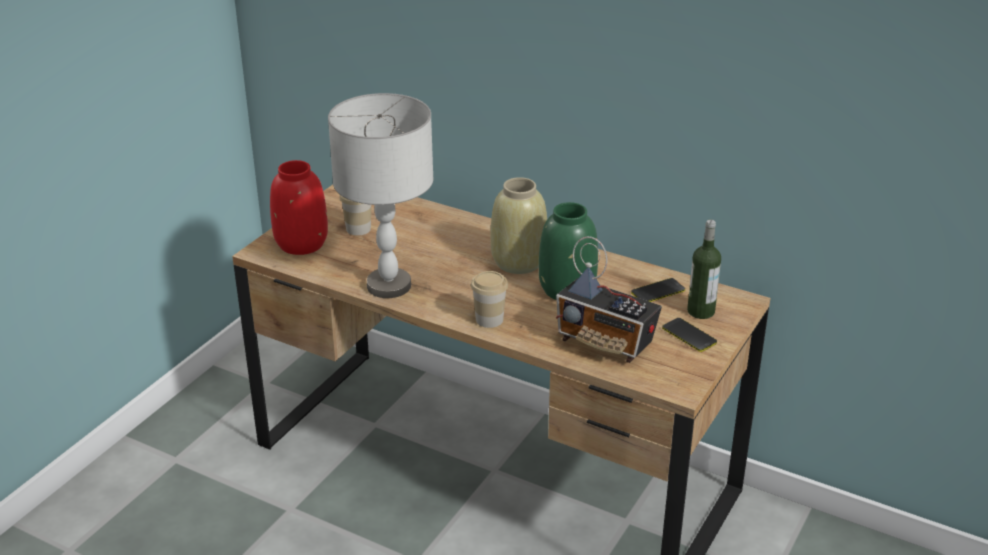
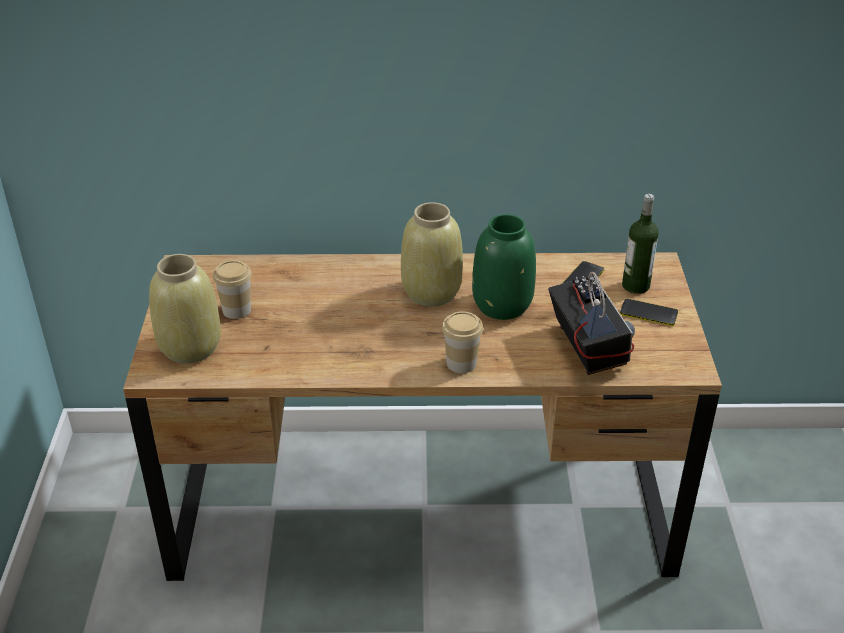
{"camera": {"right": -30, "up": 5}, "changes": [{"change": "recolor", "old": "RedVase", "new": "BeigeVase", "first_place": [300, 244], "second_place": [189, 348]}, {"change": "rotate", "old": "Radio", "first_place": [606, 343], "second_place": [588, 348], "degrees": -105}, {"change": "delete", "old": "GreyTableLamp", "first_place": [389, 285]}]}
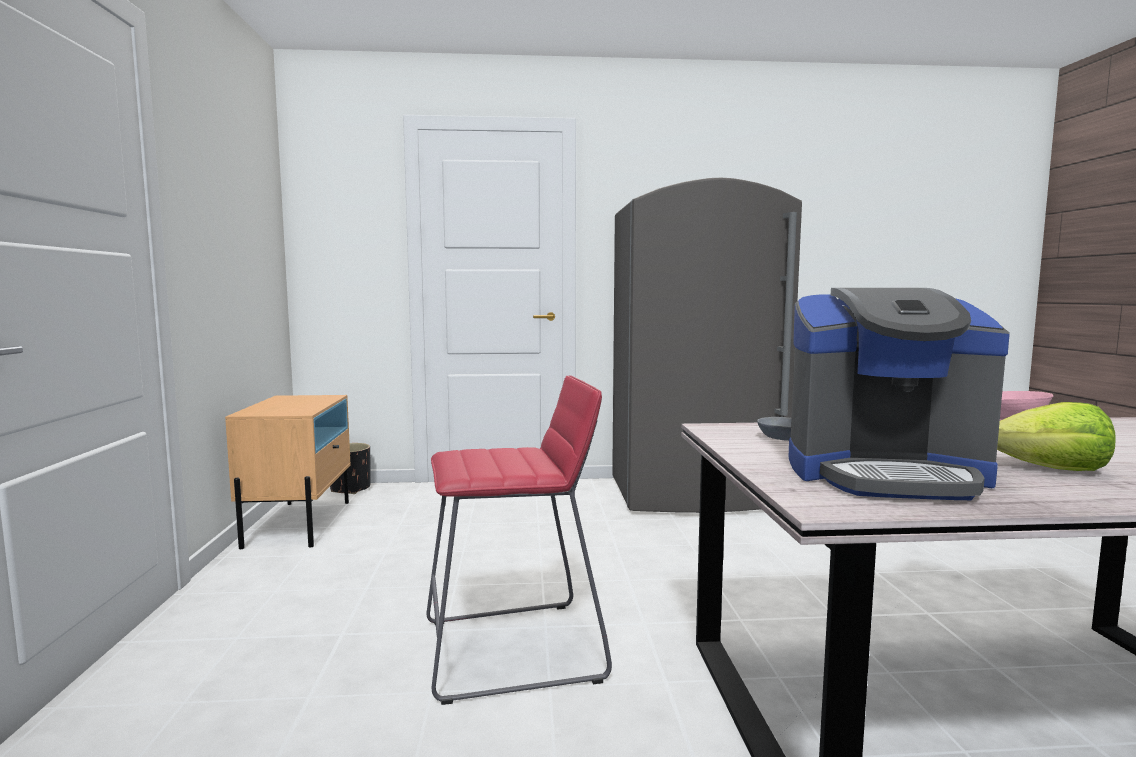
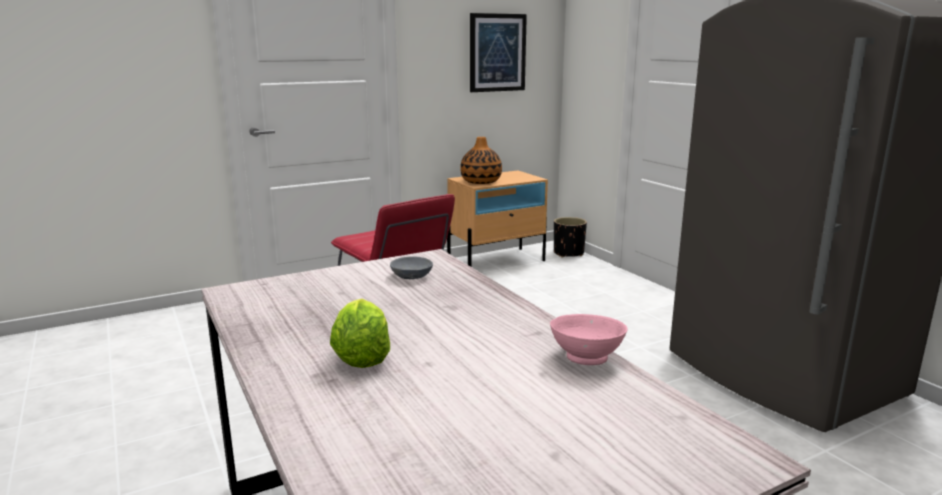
{"camera": {"right": 65, "up": 10}, "changes": [{"change": "insert", "new": "Vase", "second_place": [481, 182]}, {"change": "insert", "new": "Picture", "second_place": [497, 53]}, {"change": "delete", "old": "CoffeeMachine", "first_place": [884, 474]}]}
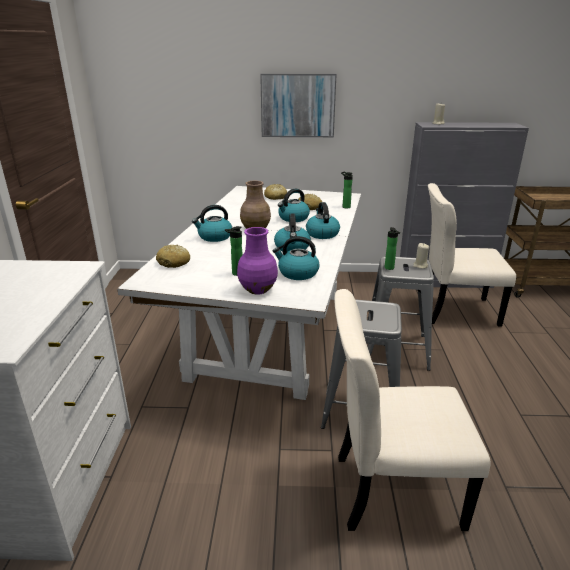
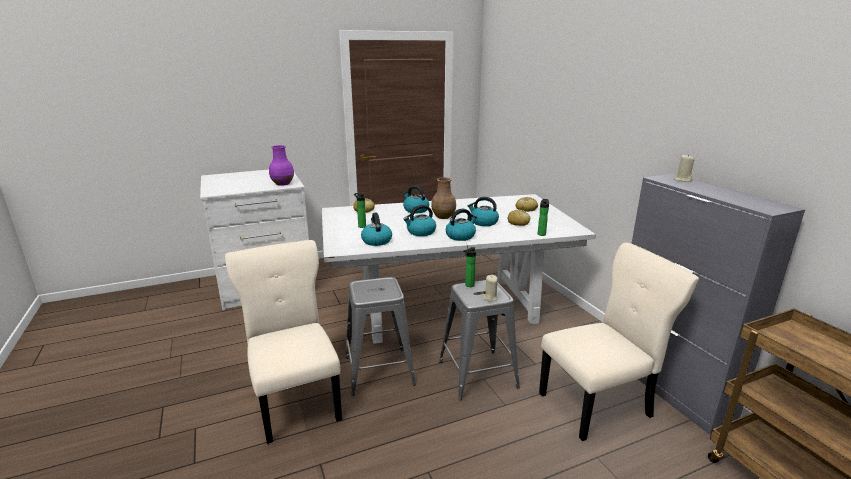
{"camera": {"right": 65, "up": -5}, "changes": [{"change": "move", "old": "PurpleVase", "first_place": [257, 289], "second_place": [283, 183]}, {"change": "rotate", "old": "BeigeChair", "first_place": [454, 311], "second_place": [598, 404], "degrees": 90}, {"change": "delete", "old": "Picture", "first_place": [298, 105]}]}
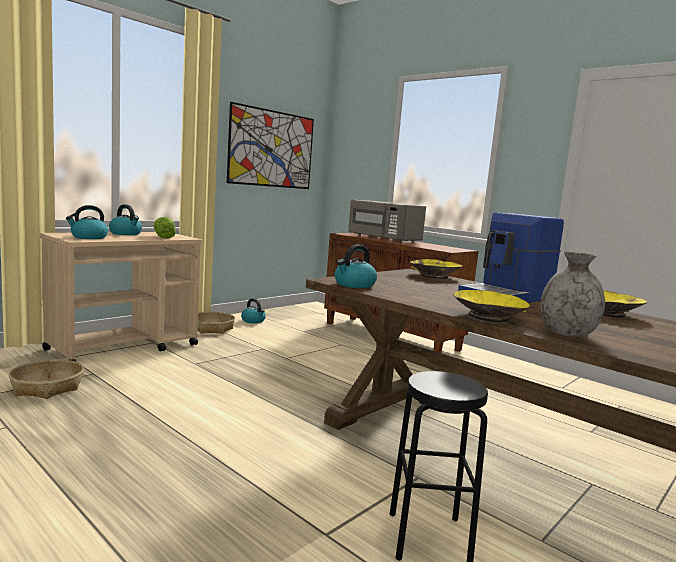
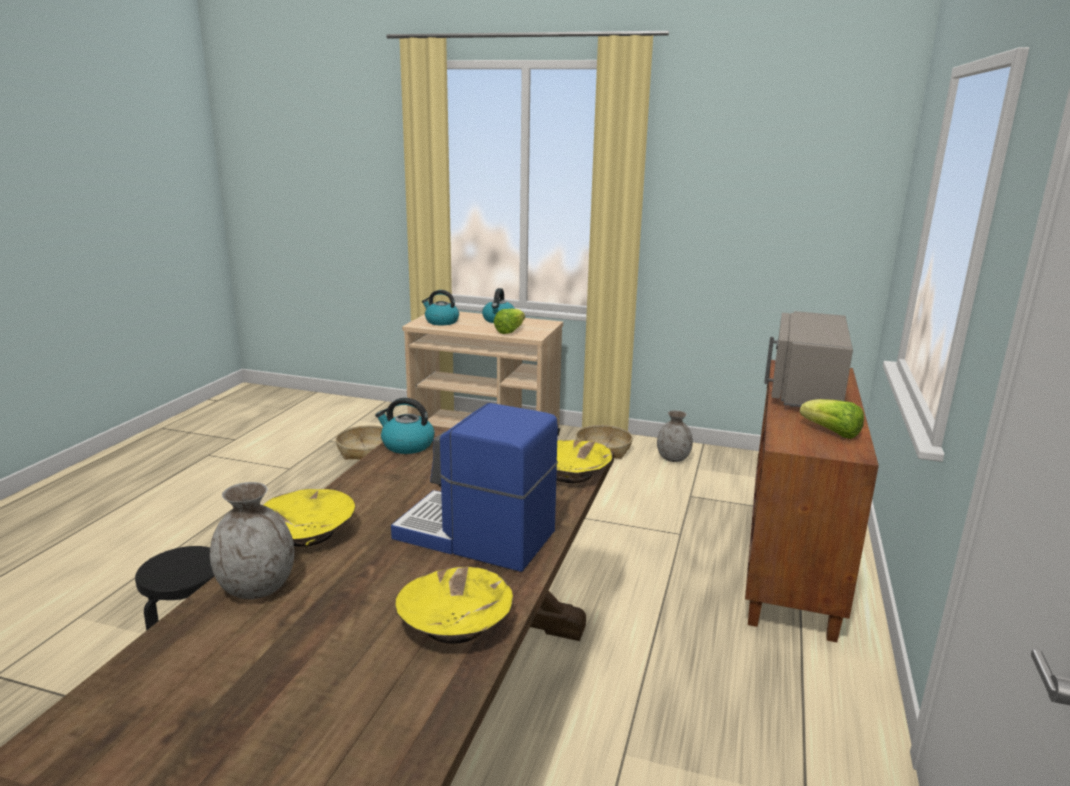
{"camera": {"right": 65, "up": 10}, "changes": [{"change": "replace", "old": "Kettle", "new": "GreyVase", "first_place": [253, 321], "second_place": [673, 458]}, {"change": "insert", "new": "Lettuce", "second_place": [831, 432]}, {"change": "delete", "old": "Picture", "first_place": [272, 149]}]}
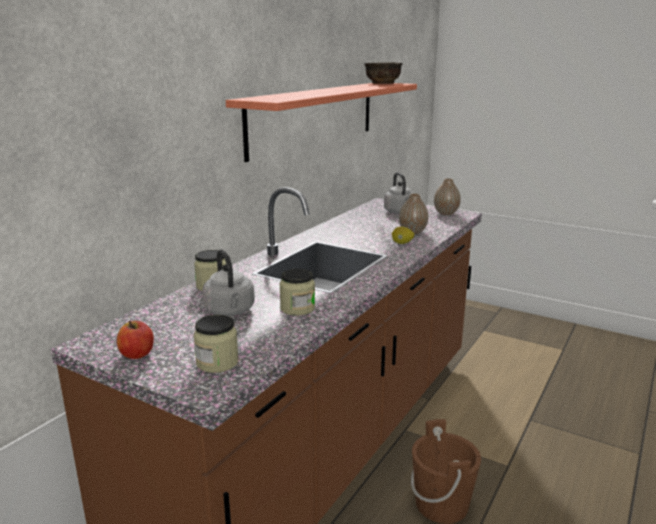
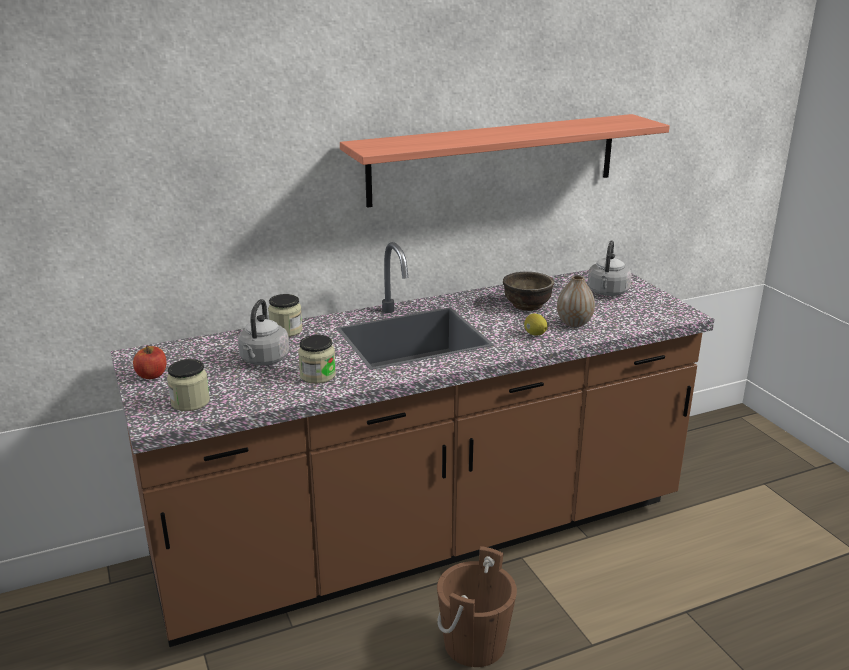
{"camera": {"right": 35, "up": 5}, "changes": [{"change": "move", "old": "BrownBowl", "first_place": [383, 83], "second_place": [527, 305]}, {"change": "delete", "old": "Vase", "first_place": [446, 213]}]}
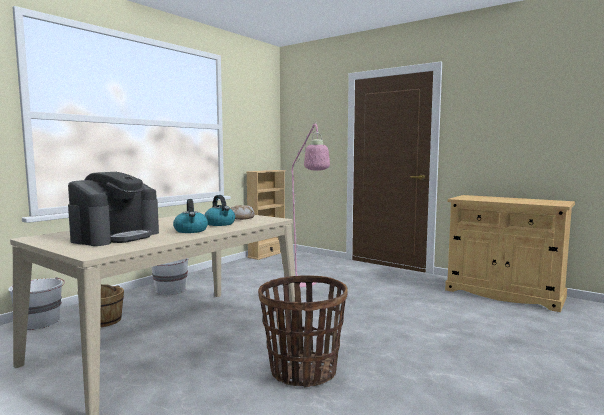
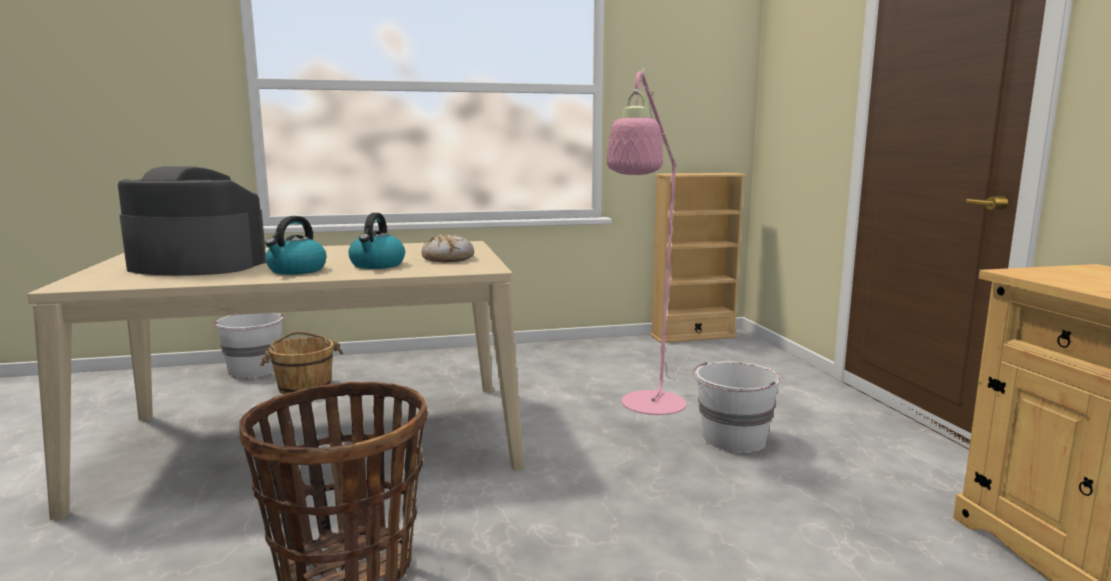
{"camera": {"right": 40, "up": 5}, "changes": [{"change": "rotate", "old": "CoffeeMachine", "first_place": [116, 237], "second_place": [196, 266], "degrees": -150}, {"change": "move", "old": "WhiteBucket", "first_place": [170, 290], "second_place": [733, 440]}]}
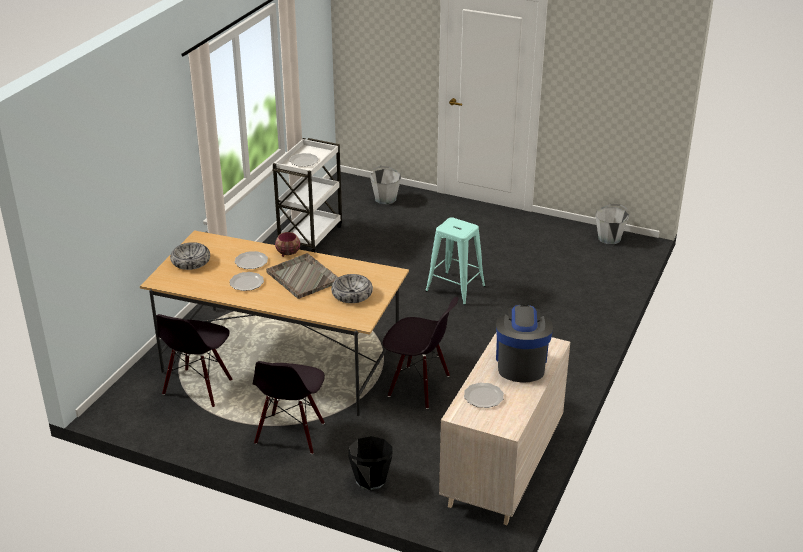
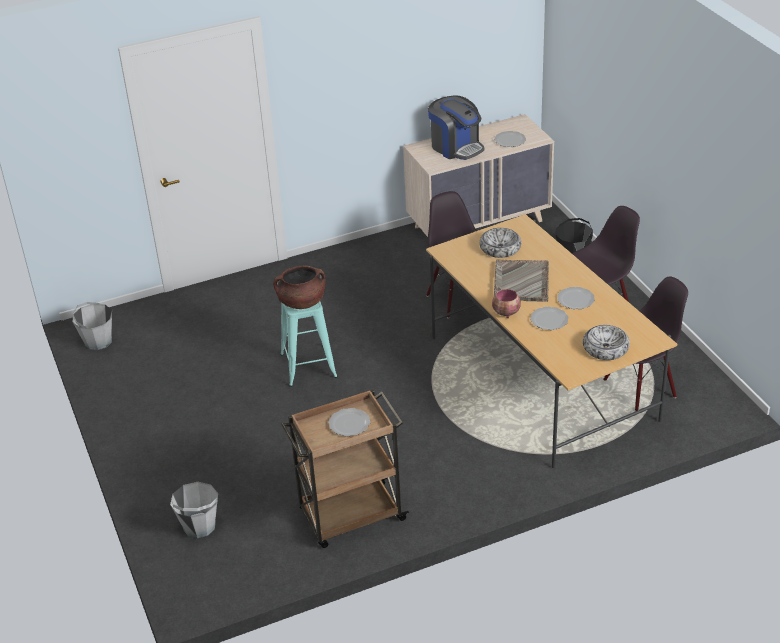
{"camera": {"right": -135, "up": 5}, "changes": [{"change": "insert", "new": "BrownCookingPot", "second_place": [302, 302]}, {"change": "recolor", "old": "WhiteCart", "new": "BrownCart", "first_place": [310, 235], "second_place": [350, 516]}, {"change": "rotate", "old": "CoffeeMachine", "first_place": [521, 363], "second_place": [456, 147], "degrees": -90}]}
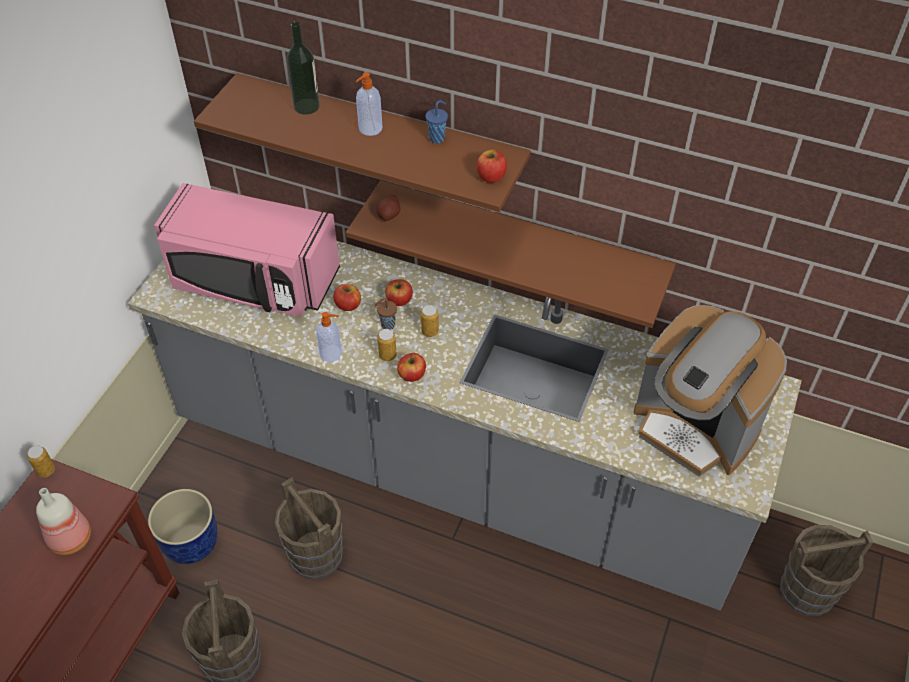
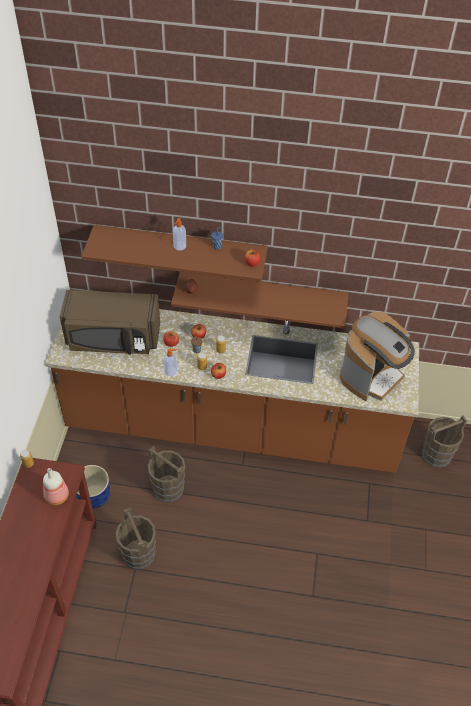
{"camera": {"right": -15, "up": 0}, "changes": [{"change": "recolor", "old": "GreyCounter", "new": "BrownCounter", "first_place": [454, 471], "second_place": [232, 428]}, {"change": "recolor", "old": "PinkMicrowave", "new": "BrownMicrowave", "first_place": [253, 281], "second_place": [113, 339]}, {"change": "rotate", "old": "CoffeeMachine", "first_place": [695, 427], "second_place": [372, 376], "degrees": -75}, {"change": "delete", "old": "Bottle", "first_place": [306, 106]}]}
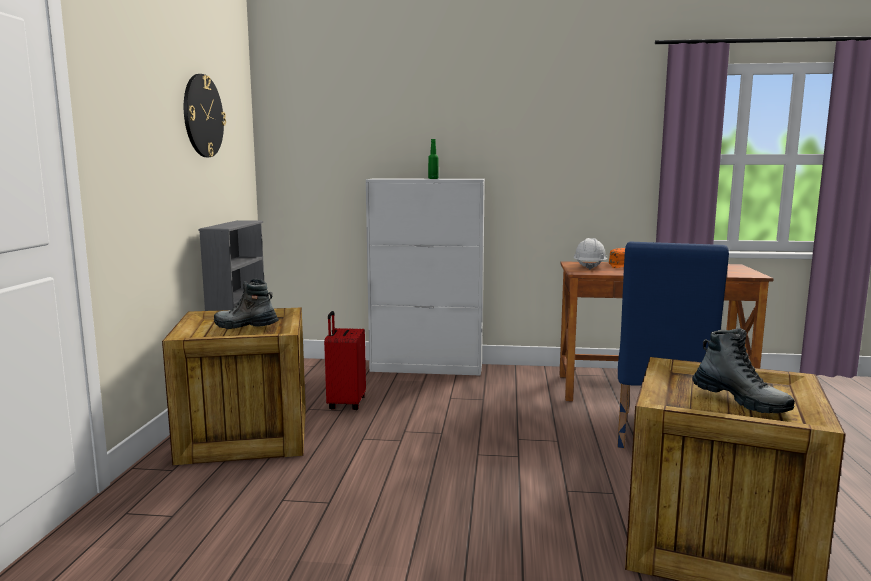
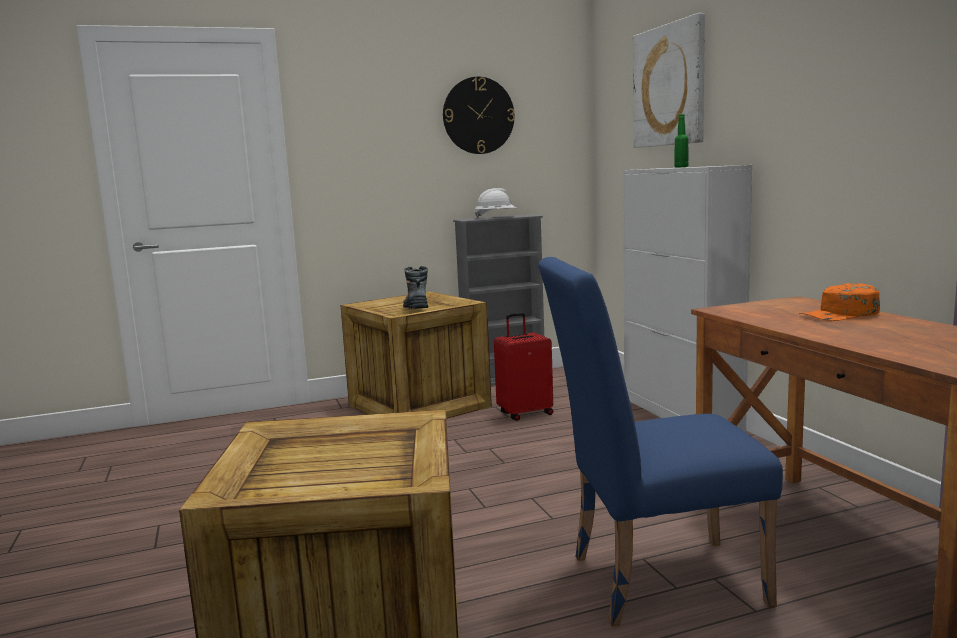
{"camera": {"right": 65, "up": 0}, "changes": [{"change": "move", "old": "WhiteHardHat", "first_place": [589, 267], "second_place": [496, 217]}, {"change": "insert", "new": "Picture", "second_place": [669, 86]}, {"change": "delete", "old": "Boot", "first_place": [740, 400]}]}
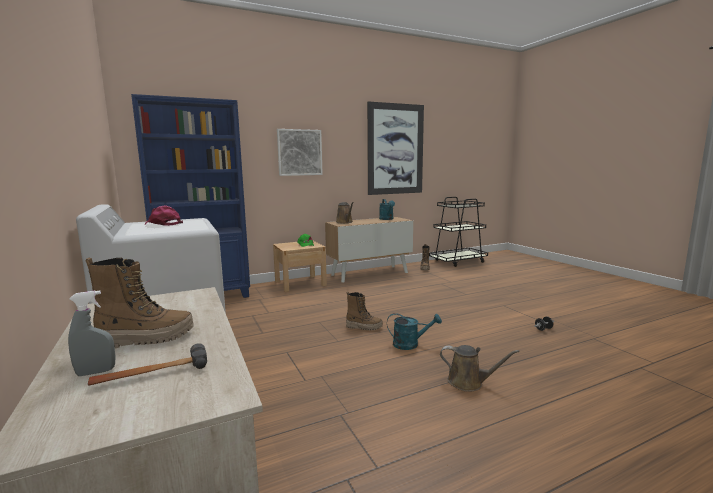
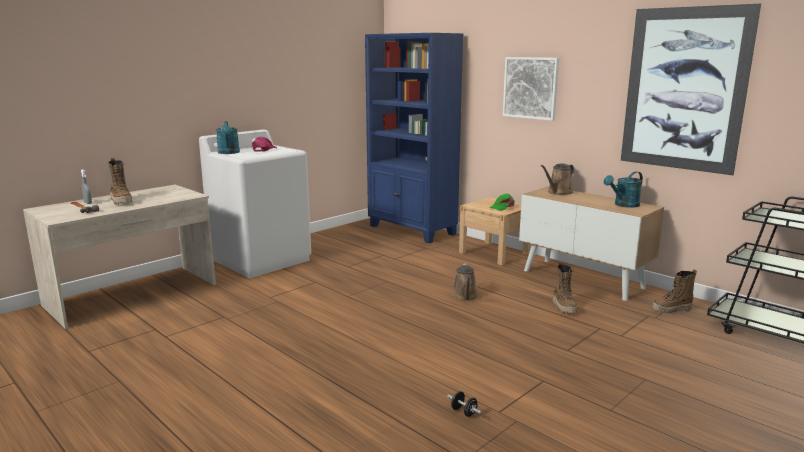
{"camera": {"right": 70, "up": 5}, "changes": [{"change": "move", "old": "TurquoiseWateringCan", "first_place": [410, 344], "second_place": [229, 153]}, {"change": "move", "old": "BrownWateringCan", "first_place": [469, 382], "second_place": [465, 297]}, {"change": "move", "old": "Boot", "first_place": [364, 327], "second_place": [564, 307]}]}
